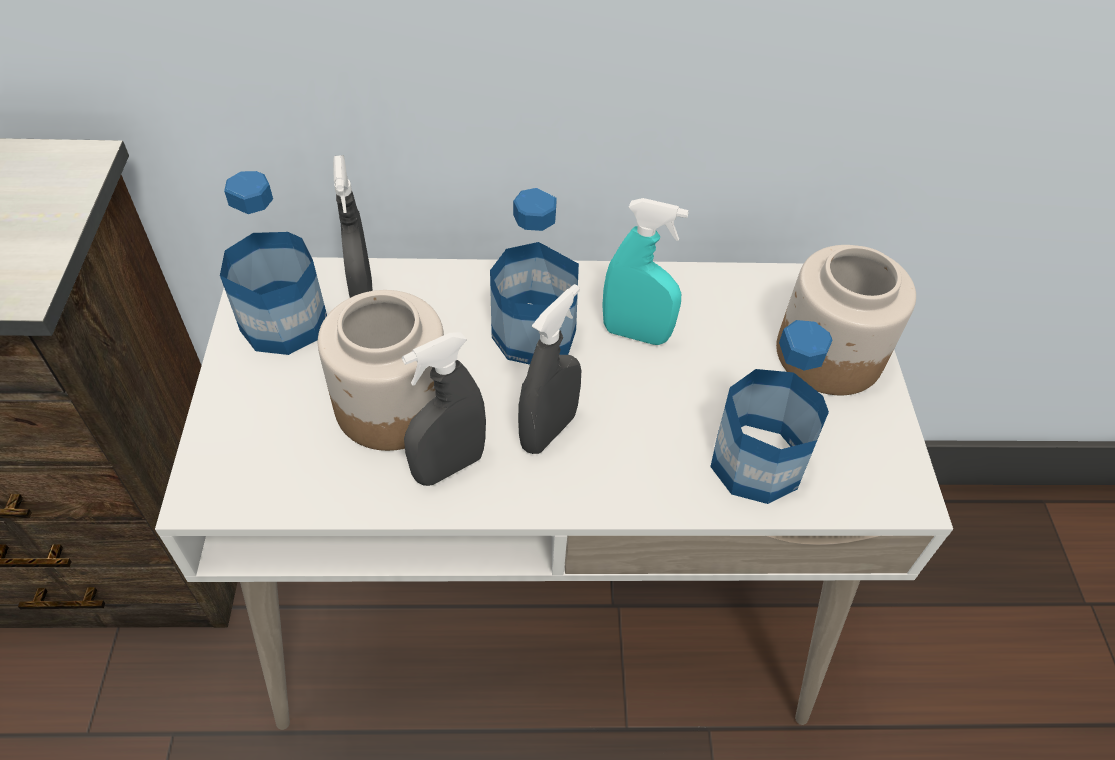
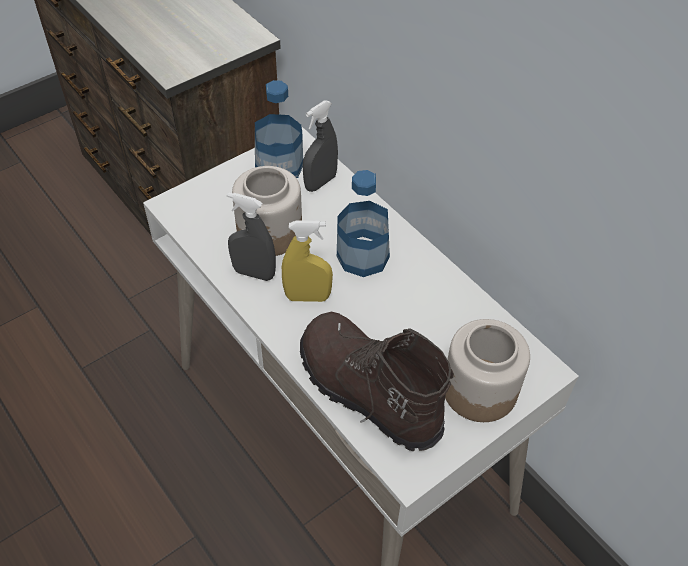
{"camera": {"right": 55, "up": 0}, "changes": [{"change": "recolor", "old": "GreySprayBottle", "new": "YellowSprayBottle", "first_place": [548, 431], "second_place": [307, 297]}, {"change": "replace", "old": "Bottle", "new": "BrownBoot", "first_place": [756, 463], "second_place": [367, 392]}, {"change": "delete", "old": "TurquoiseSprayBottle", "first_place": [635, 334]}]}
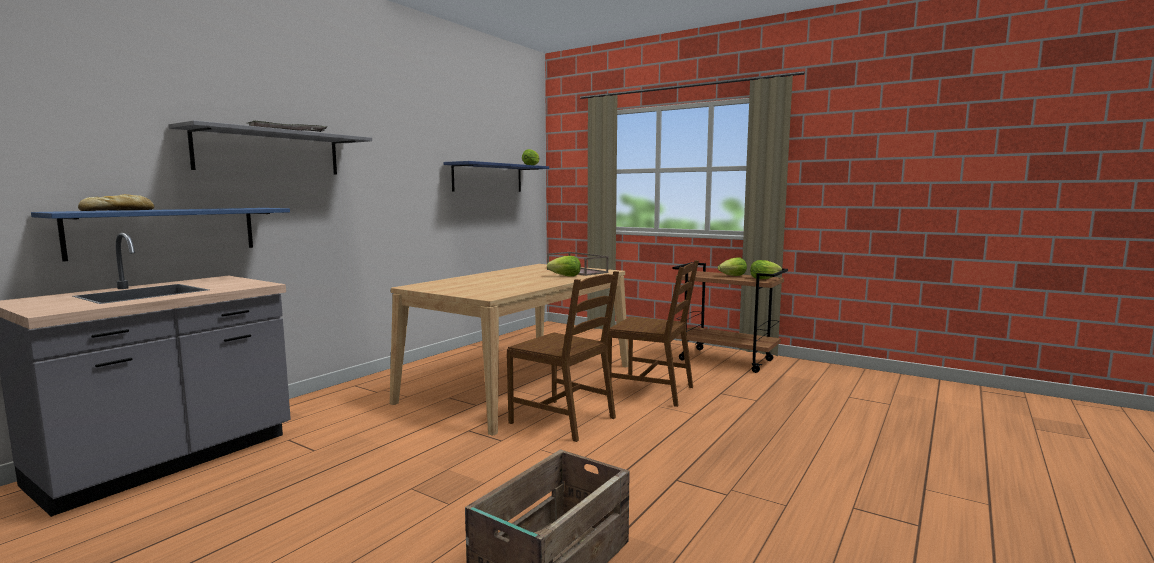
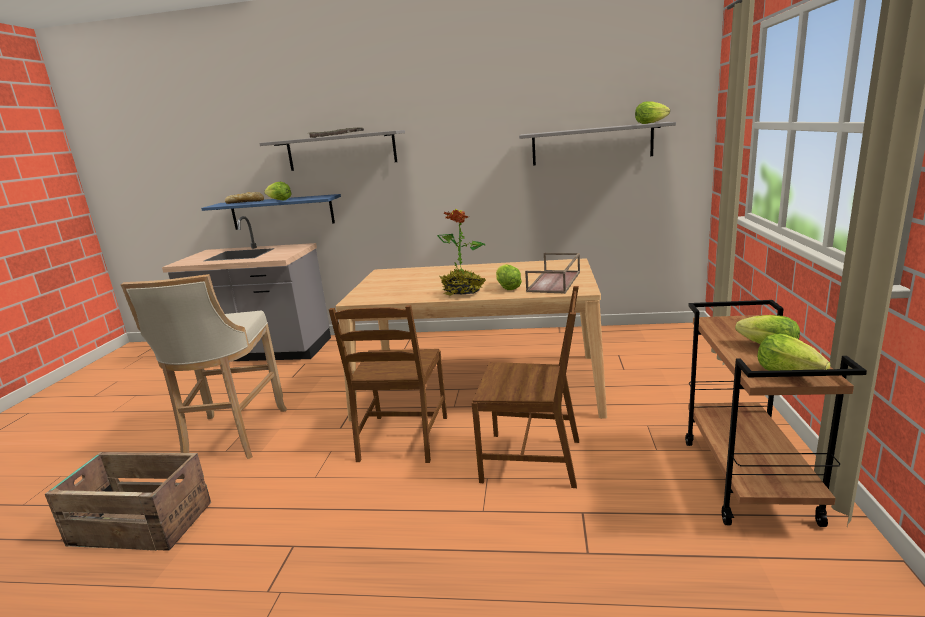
{"camera": {"right": 65, "up": 10}, "changes": [{"change": "insert", "new": "BeigeStool", "second_place": [232, 438]}, {"change": "insert", "new": "Lettuce", "second_place": [279, 200]}, {"change": "insert", "new": "PottedPlant", "second_place": [463, 292]}, {"change": "rotate", "old": "BrownChair", "first_place": [652, 391], "second_place": [532, 459], "degrees": -75}, {"change": "recolor", "old": "BlueShelf", "new": "GreyShelf", "first_place": [488, 178], "second_place": [592, 144]}]}
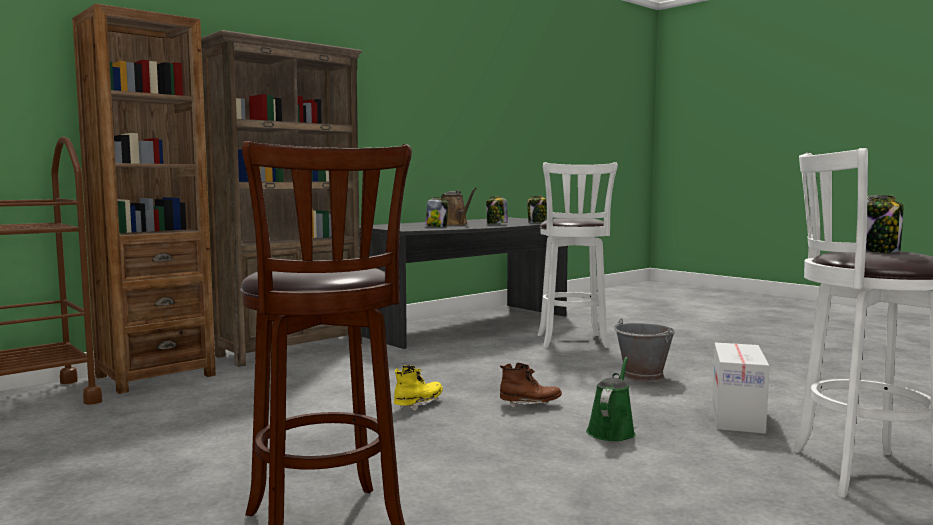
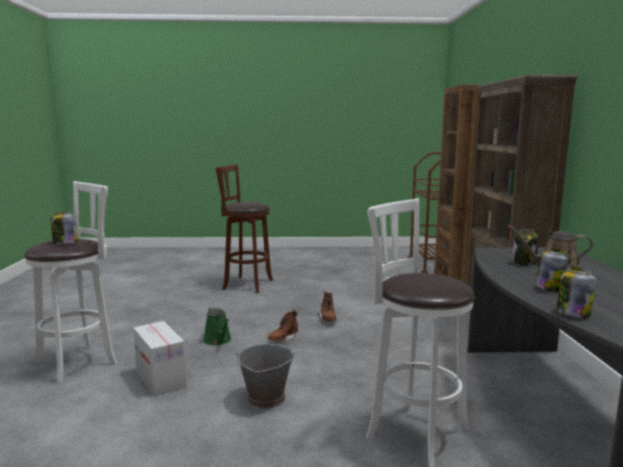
{"camera": {"right": 130, "up": 5}, "changes": [{"change": "recolor", "old": "YellowBoot", "new": "BrownBoot", "first_place": [418, 405], "second_place": [328, 319]}]}
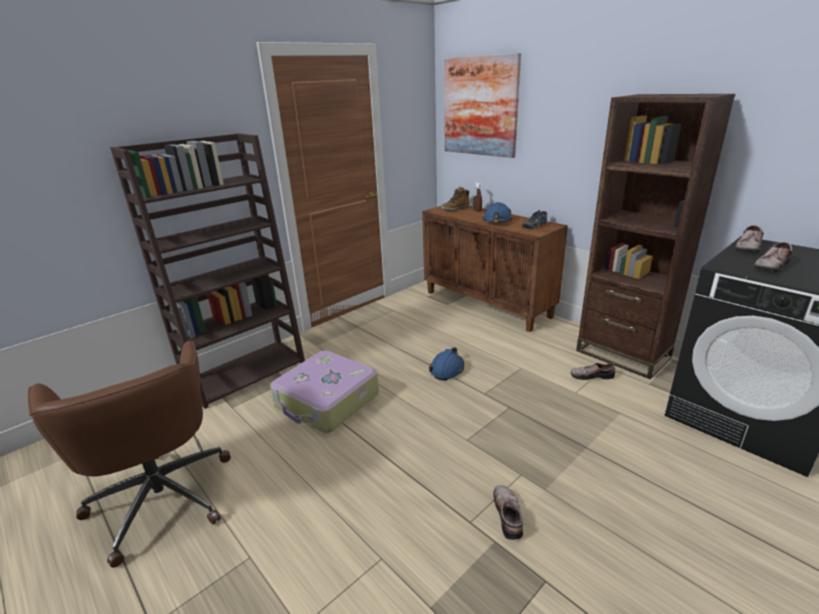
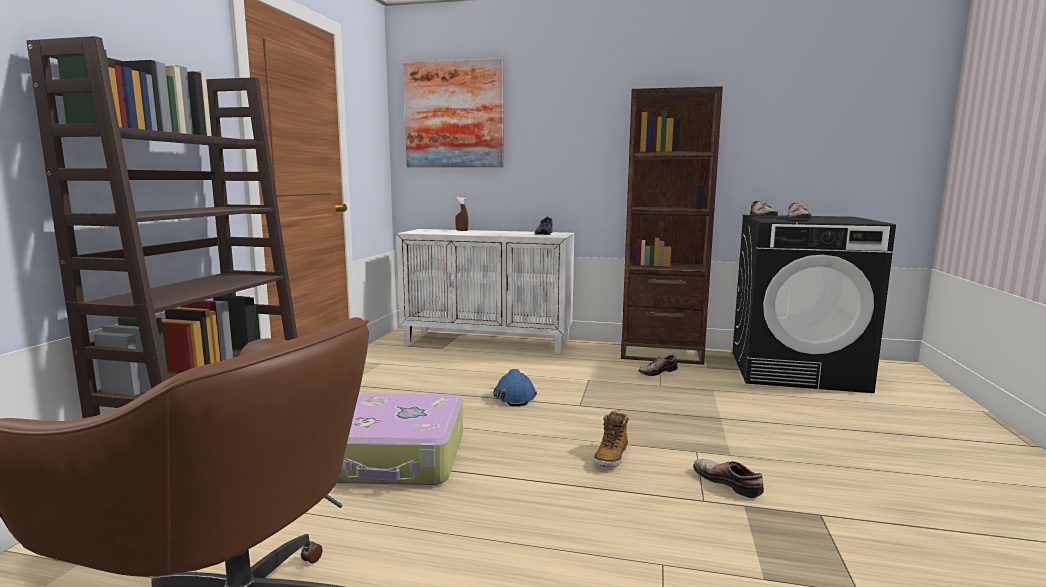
{"camera": {"right": -35, "up": -15}, "changes": [{"change": "recolor", "old": "BrownCabinet", "new": "WhiteCabinet", "first_place": [487, 304], "second_place": [488, 341]}, {"change": "move", "old": "Boot", "first_place": [455, 209], "second_place": [611, 457]}, {"change": "delete", "old": "BlueHardHat", "first_place": [497, 221]}]}
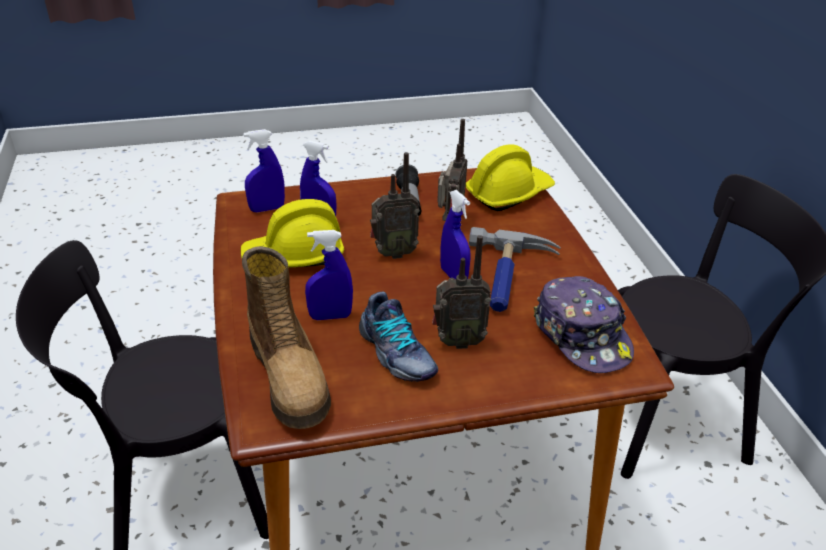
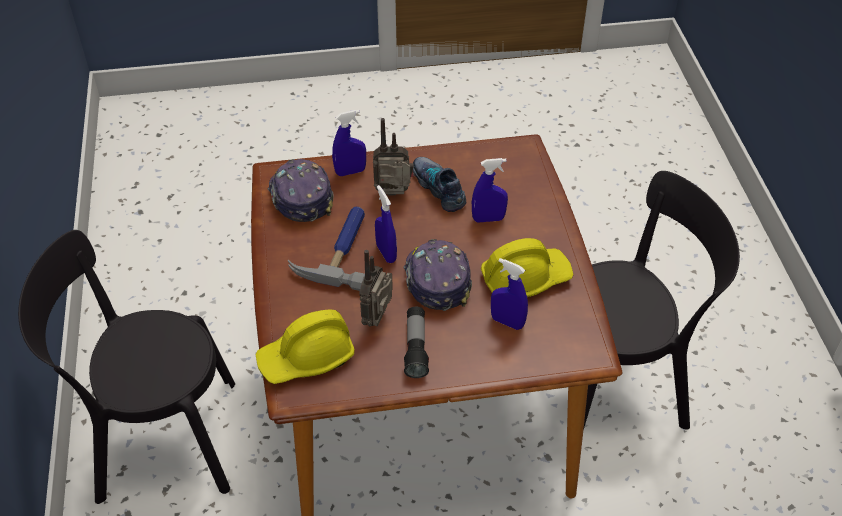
{"camera": {"right": -175, "up": 10}, "changes": [{"change": "move", "old": "BlueSprayBottle", "first_place": [267, 209], "second_place": [350, 172]}, {"change": "replace", "old": "Radio", "new": "Cap", "first_place": [392, 253], "second_place": [437, 280]}, {"change": "delete", "old": "Boot", "first_place": [290, 375]}]}
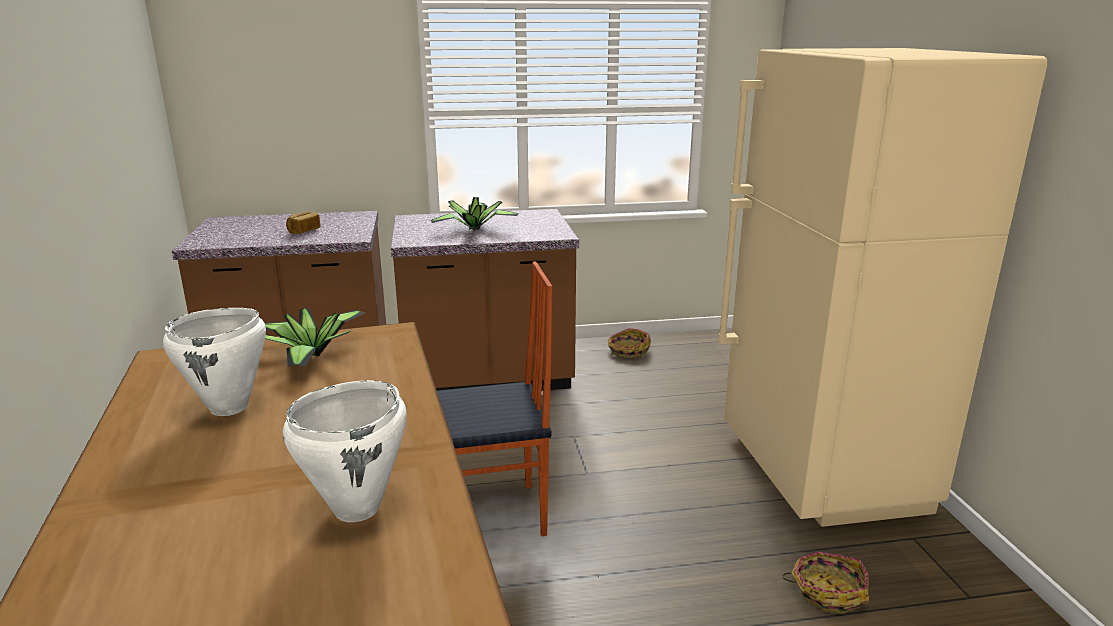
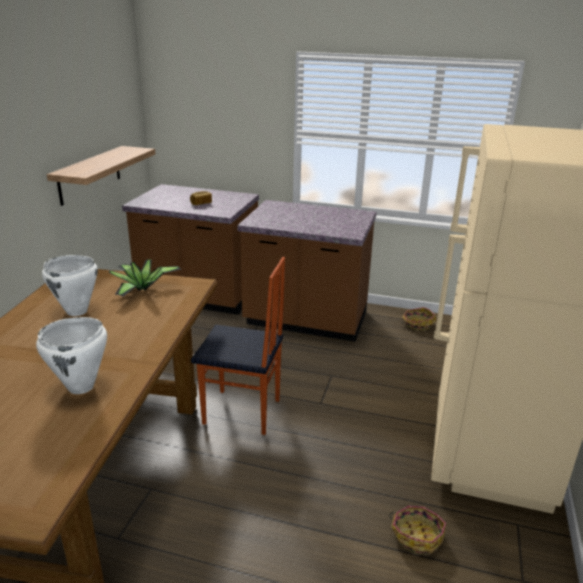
{"camera": {"right": 25, "up": 5}, "changes": [{"change": "insert", "new": "Shelf", "second_place": [90, 175]}, {"change": "delete", "old": "PottedPlant", "first_place": [474, 229]}]}
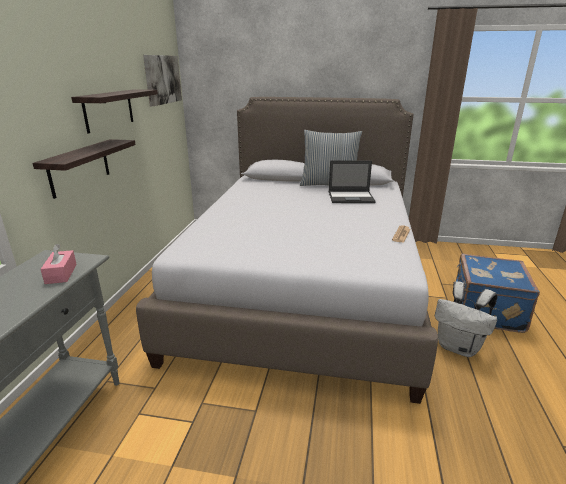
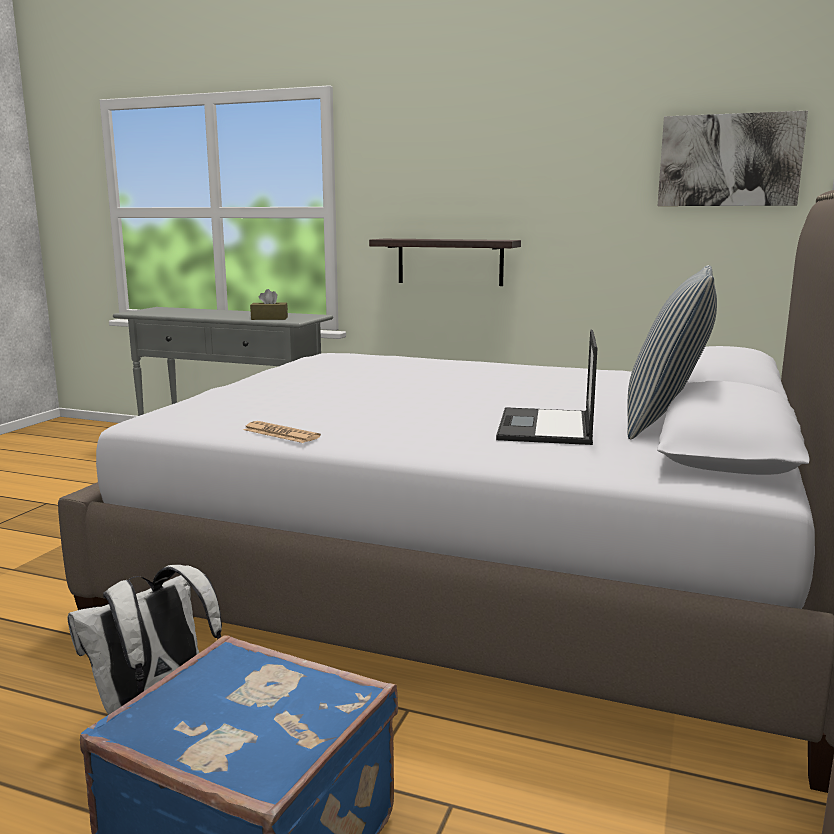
{"camera": {"right": 100, "up": -10}, "changes": [{"change": "recolor", "old": "PinkTissueBox", "new": "BrownTissueBox", "first_place": [61, 274], "second_place": [269, 318]}, {"change": "delete", "old": "Shelf", "first_place": [109, 110]}]}
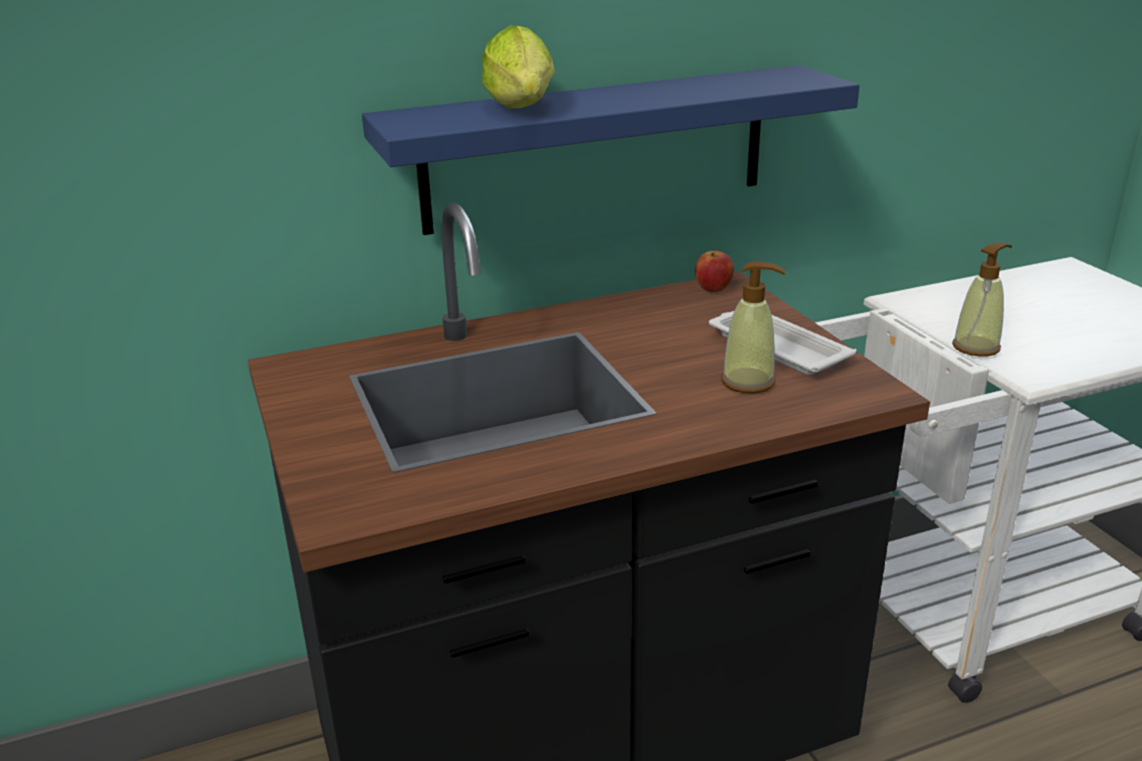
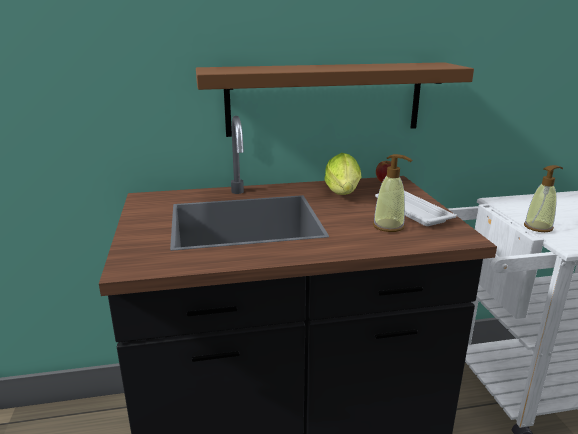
{"camera": {"right": 10, "up": -5}, "changes": [{"change": "recolor", "old": "BlueShelf", "new": "BrownShelf", "first_place": [597, 149], "second_place": [324, 99]}, {"change": "move", "old": "Lettuce", "first_place": [522, 110], "second_place": [343, 195]}]}
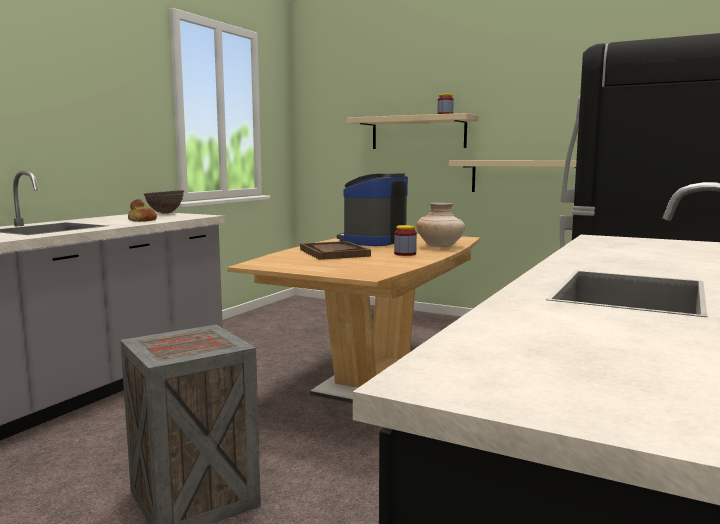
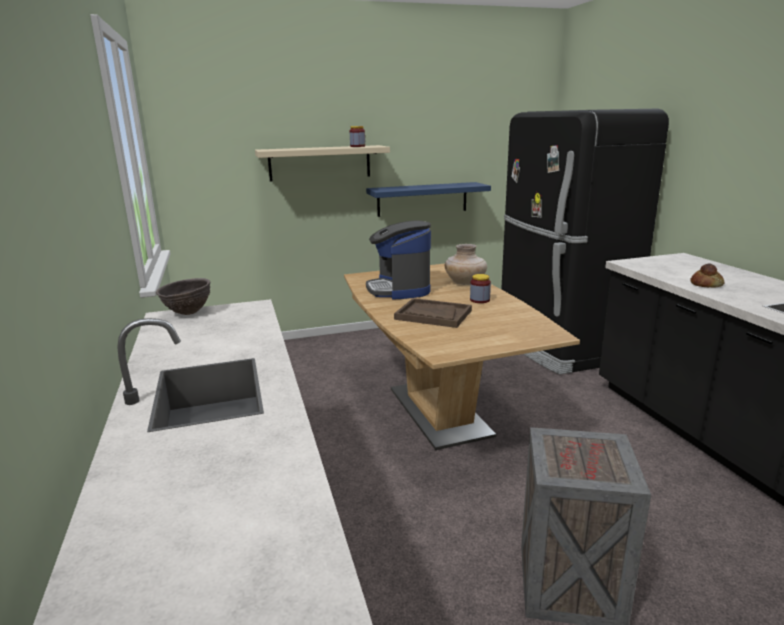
{"camera": {"right": -45, "up": 10}, "changes": [{"change": "recolor", "old": "BeigeShelf", "new": "BlueShelf", "first_place": [525, 176], "second_place": [422, 199]}, {"change": "move", "old": "Bread", "first_place": [142, 220], "second_place": [706, 284]}]}
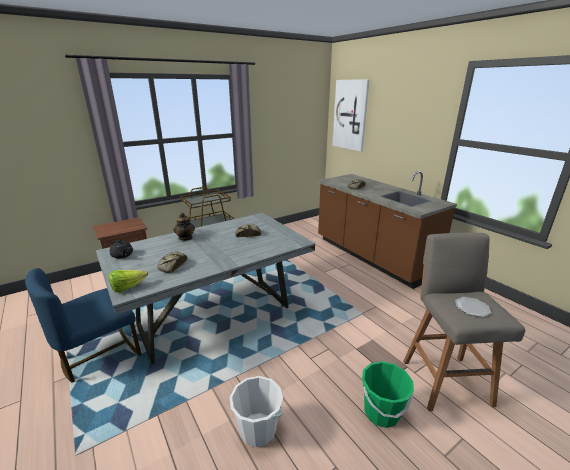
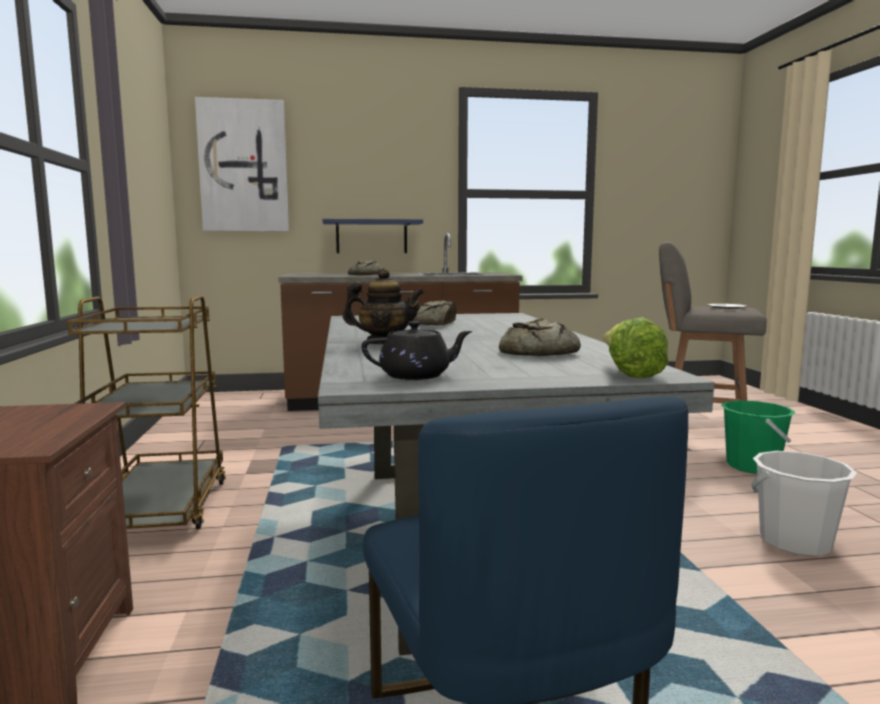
{"camera": {"right": -65, "up": -15}, "changes": [{"change": "insert", "new": "BlueShelf", "second_place": [371, 237]}]}
